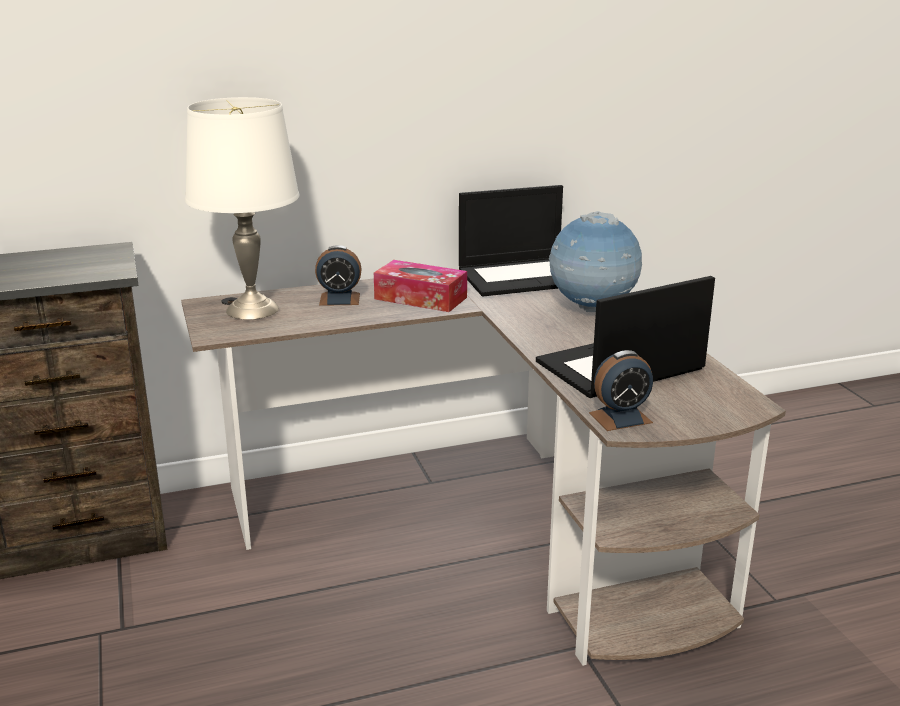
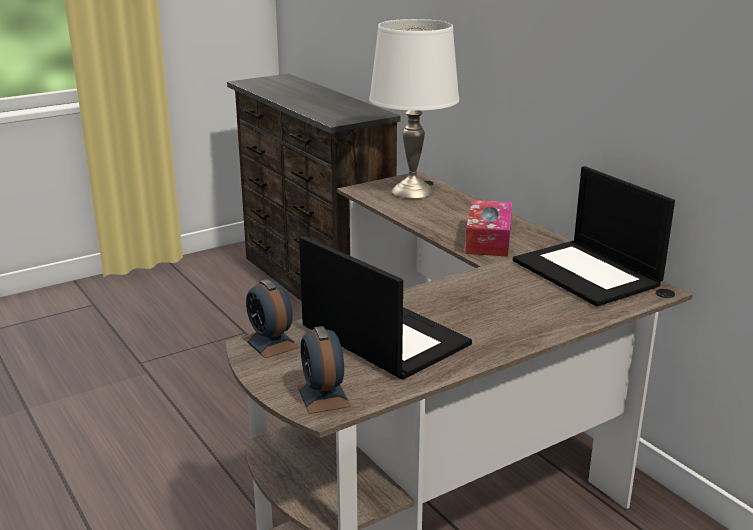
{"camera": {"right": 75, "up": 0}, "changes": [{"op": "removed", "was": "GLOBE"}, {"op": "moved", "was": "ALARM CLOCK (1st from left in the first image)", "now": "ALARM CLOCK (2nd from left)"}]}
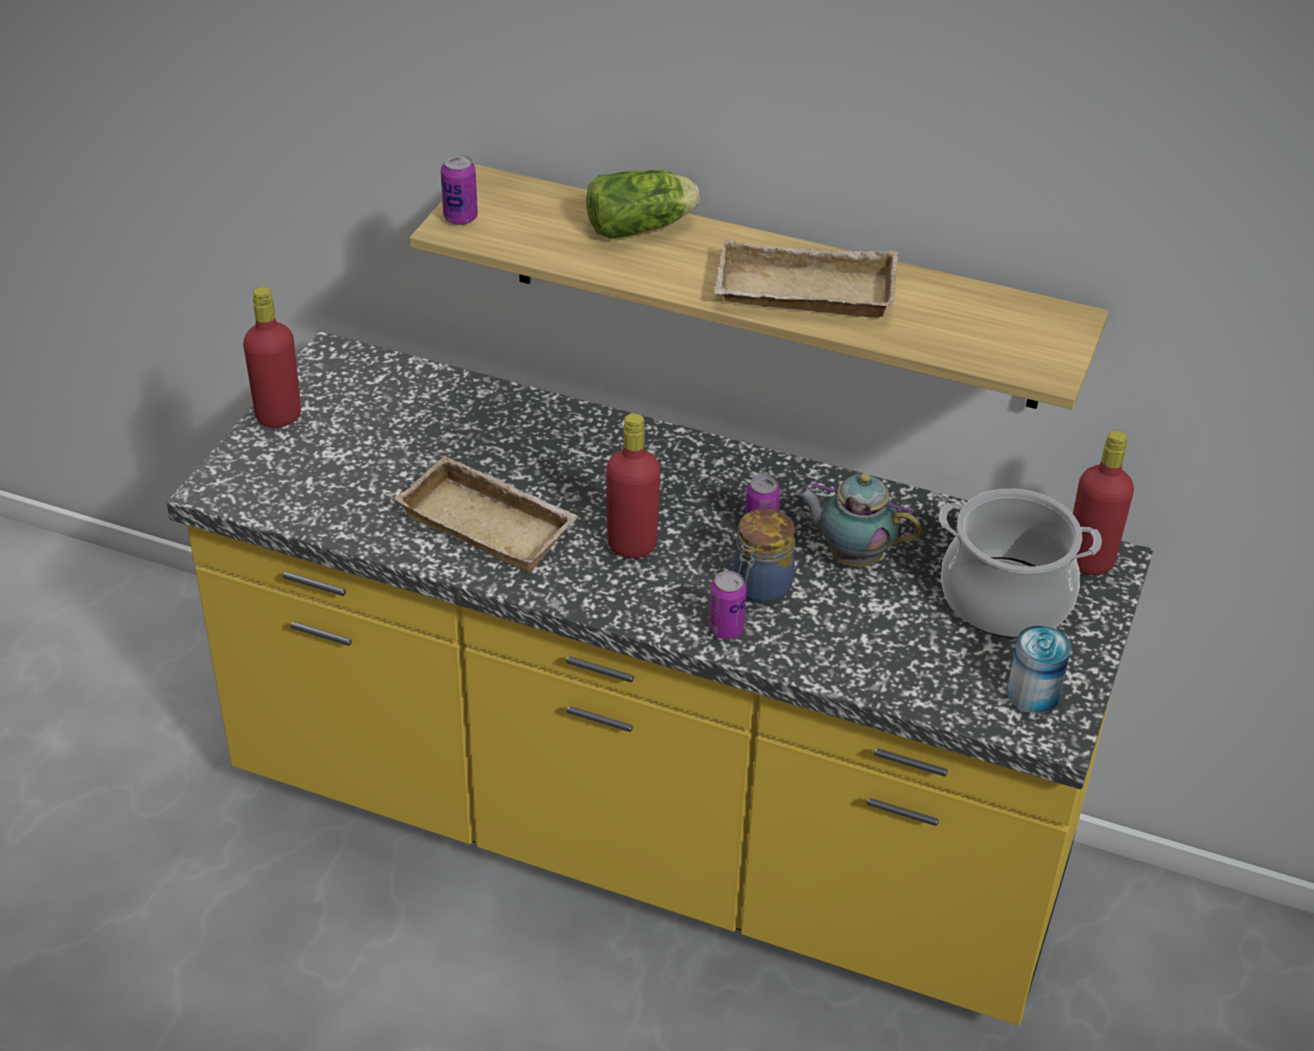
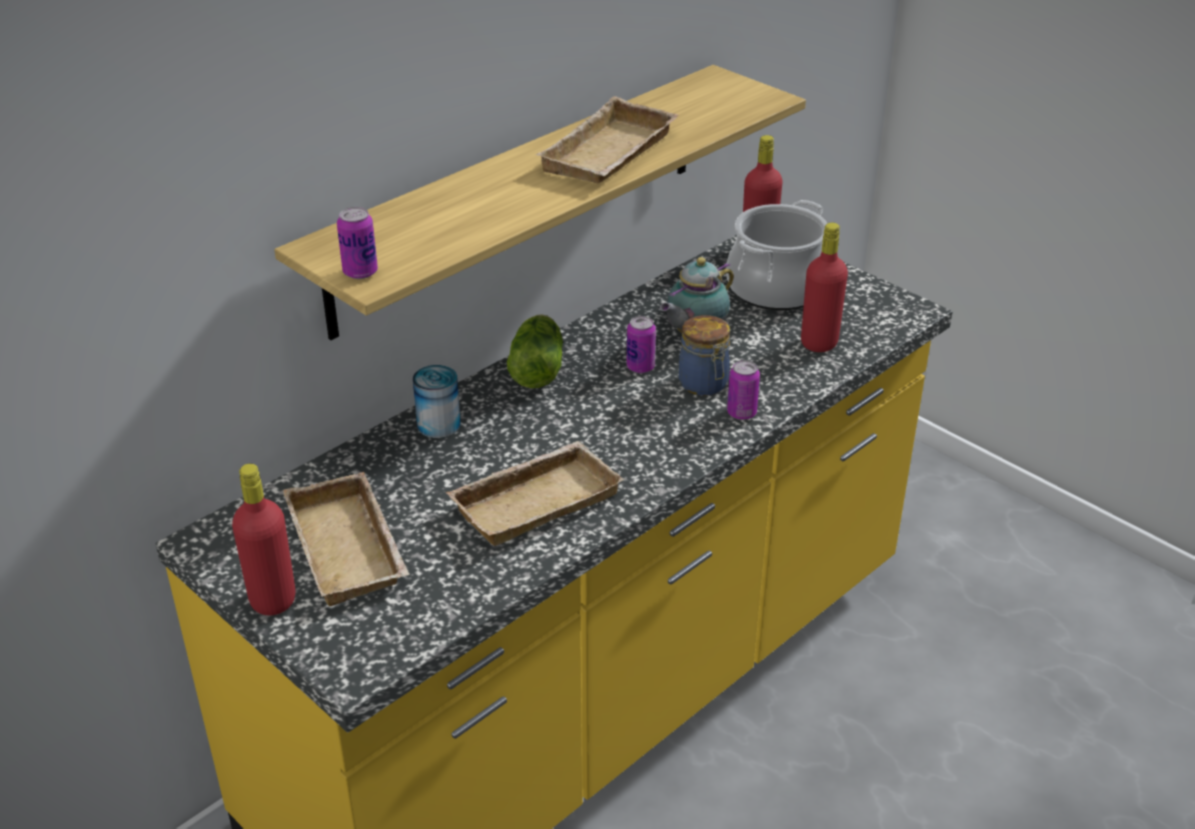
{"camera": {"right": -65, "up": -5}, "changes": [{"op": "added", "now": "BEIGE TRAY (1st from left)"}, {"op": "moved", "was": "LETTUCE"}, {"op": "moved", "was": "RED BOTTLE (2nd from left in the first image)", "now": "RED BOTTLE (3rd from left)"}, {"op": "moved", "was": "CAN (4th from left in the first image)", "now": "CAN (2nd from left)"}]}
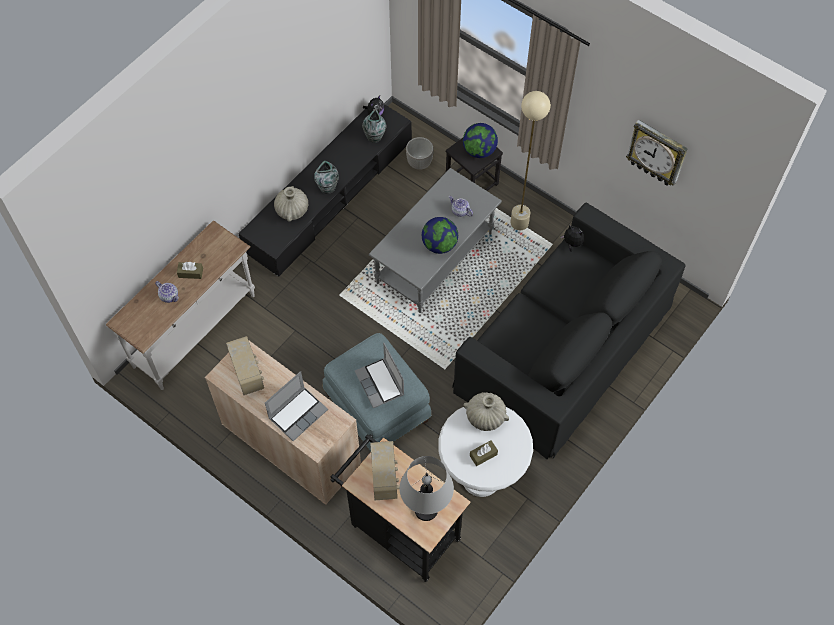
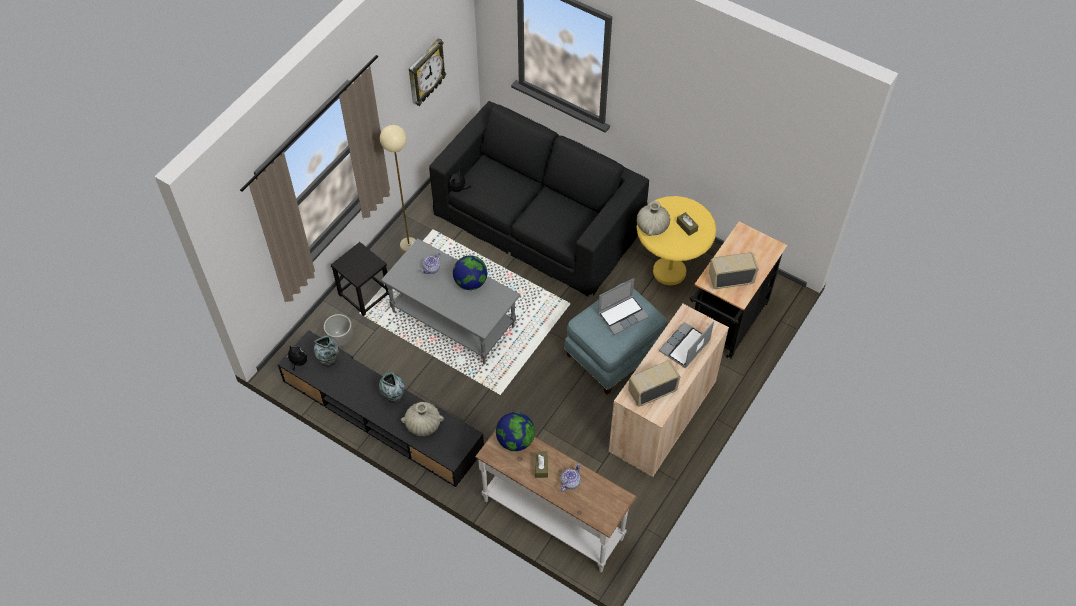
{"camera": {"right": -95, "up": -5}, "changes": [{"op": "removed", "was": "GREY TABLE LAMP"}, {"op": "moved", "was": "GLOBE (2nd from left)"}, {"op": "recoloured", "was": "WHITE SIDE TABLE", "now": "YELLOW SIDE TABLE"}, {"op": "turned", "was": "LAPTOP (1st from left in the first image)", "clockwise": -90}]}
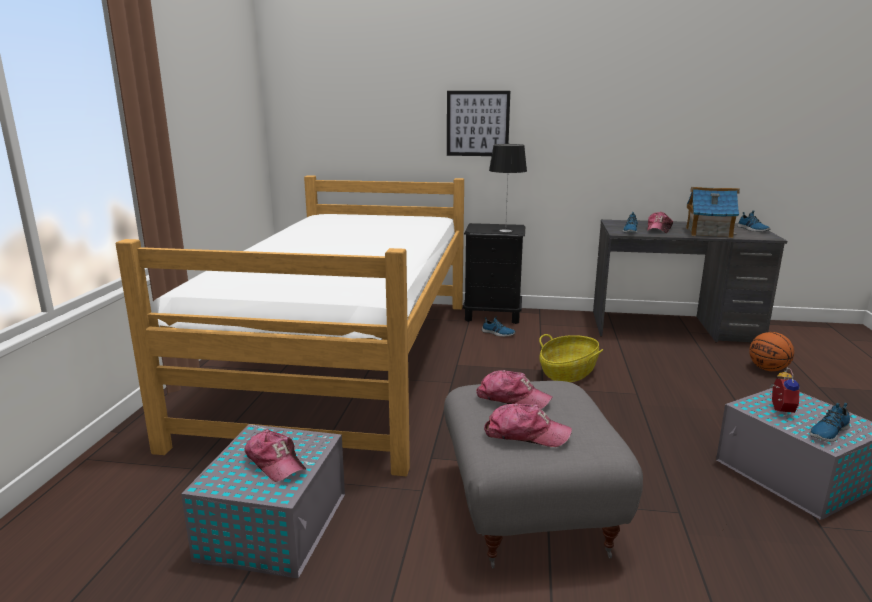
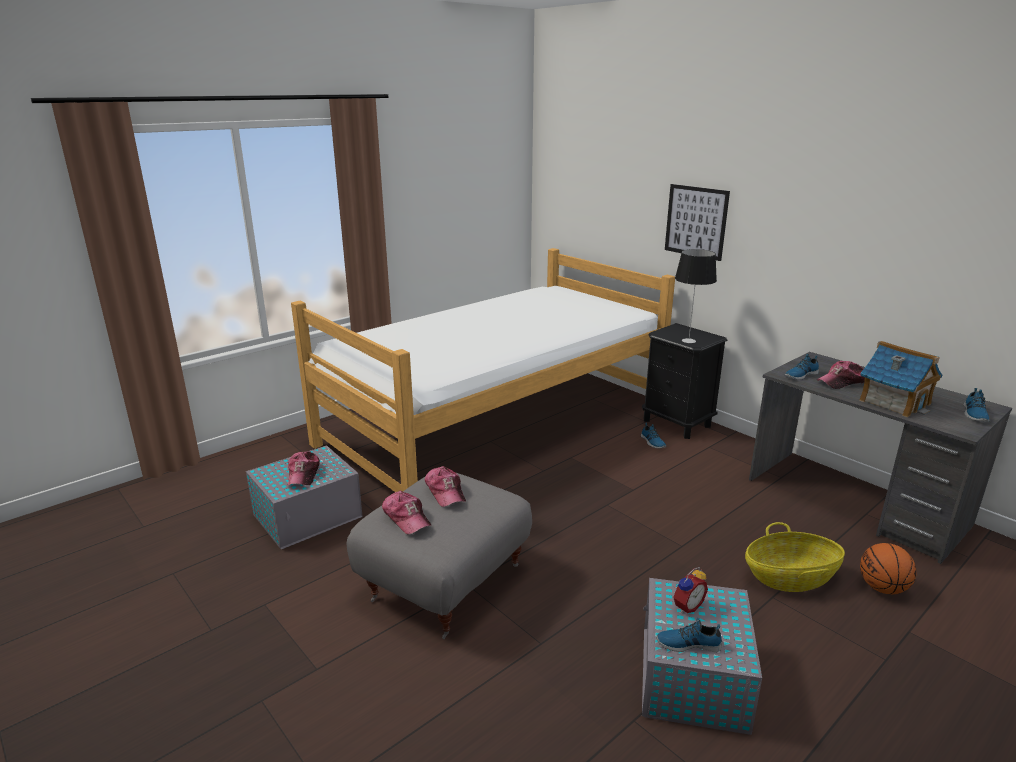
{"camera": {"right": 40, "up": 5}, "changes": [{"op": "moved", "was": "BASKET"}]}
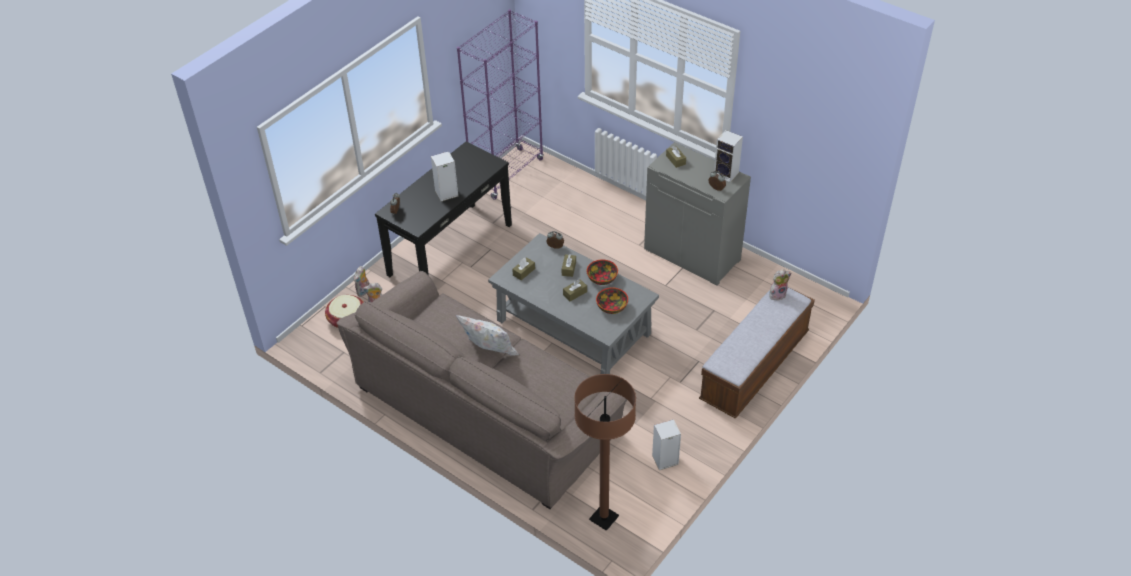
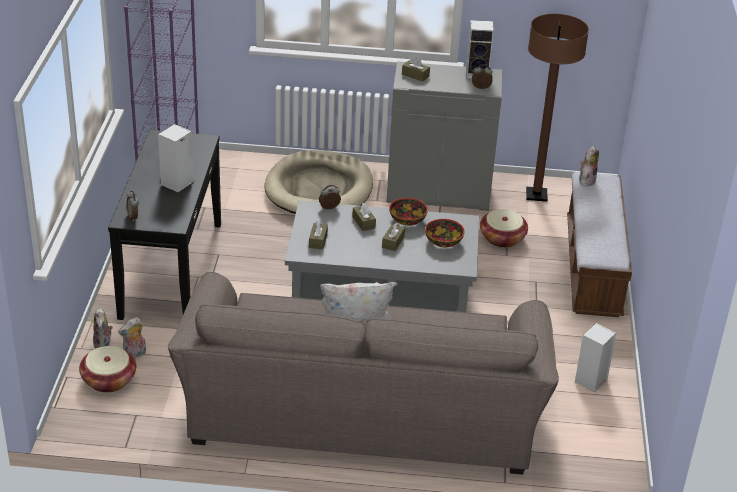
{"camera": {"right": -35, "up": -10}, "changes": [{"op": "added", "now": "BEIGE DOG BED"}, {"op": "added", "now": "BASKET (2nd from left)"}, {"op": "moved", "was": "BROWN FLOOR LAMP"}]}
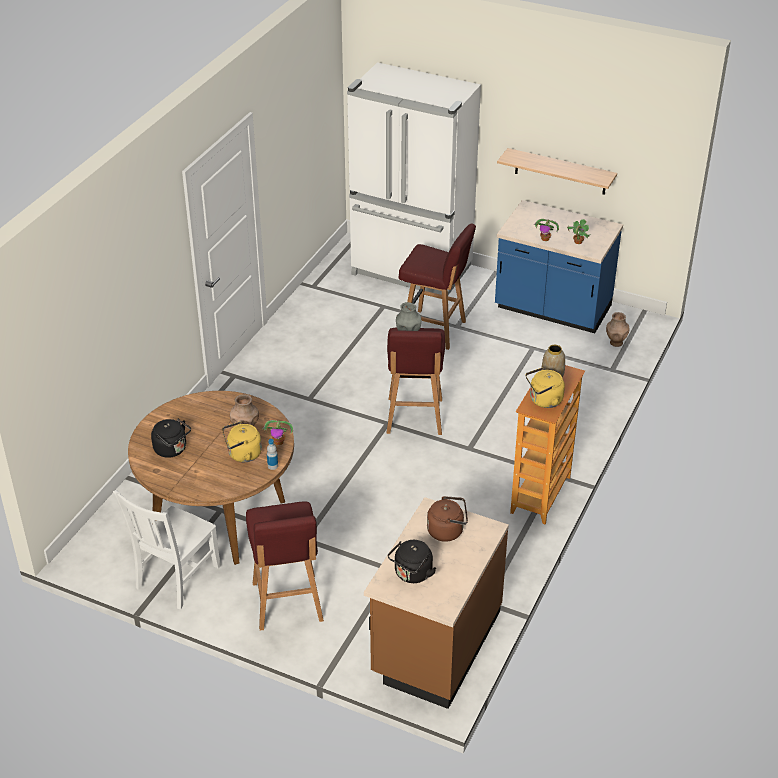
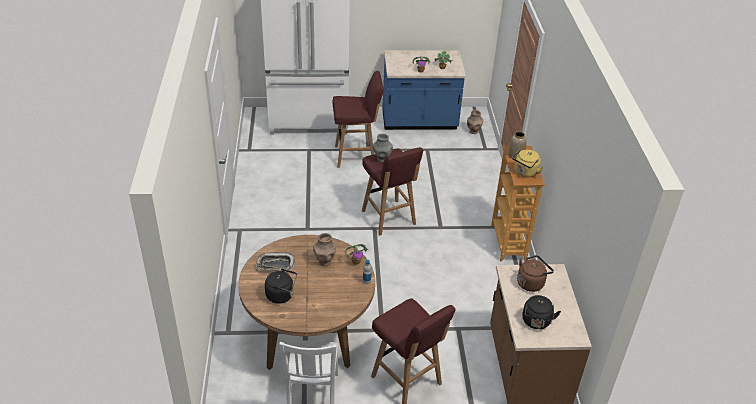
{"camera": {"right": -30, "up": 0}, "changes": [{"op": "removed", "was": "YELLOW KETTLE (1st from left)"}, {"op": "removed", "was": "SHELF"}, {"op": "added", "now": "TRAY"}]}
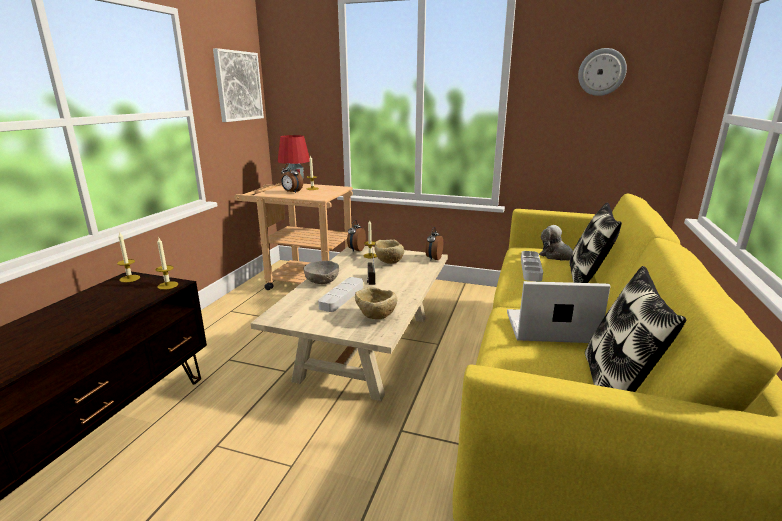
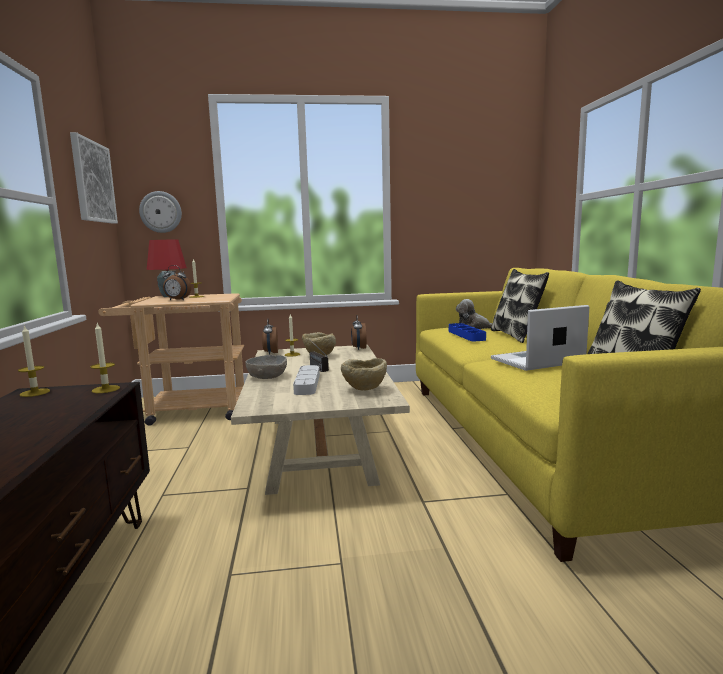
{"camera": {"right": -25, "up": -10}, "changes": [{"op": "moved", "was": "WALL CLOCK"}, {"op": "recoloured", "was": "GREY TRAY (2nd from left)", "now": "BLUE TRAY"}]}
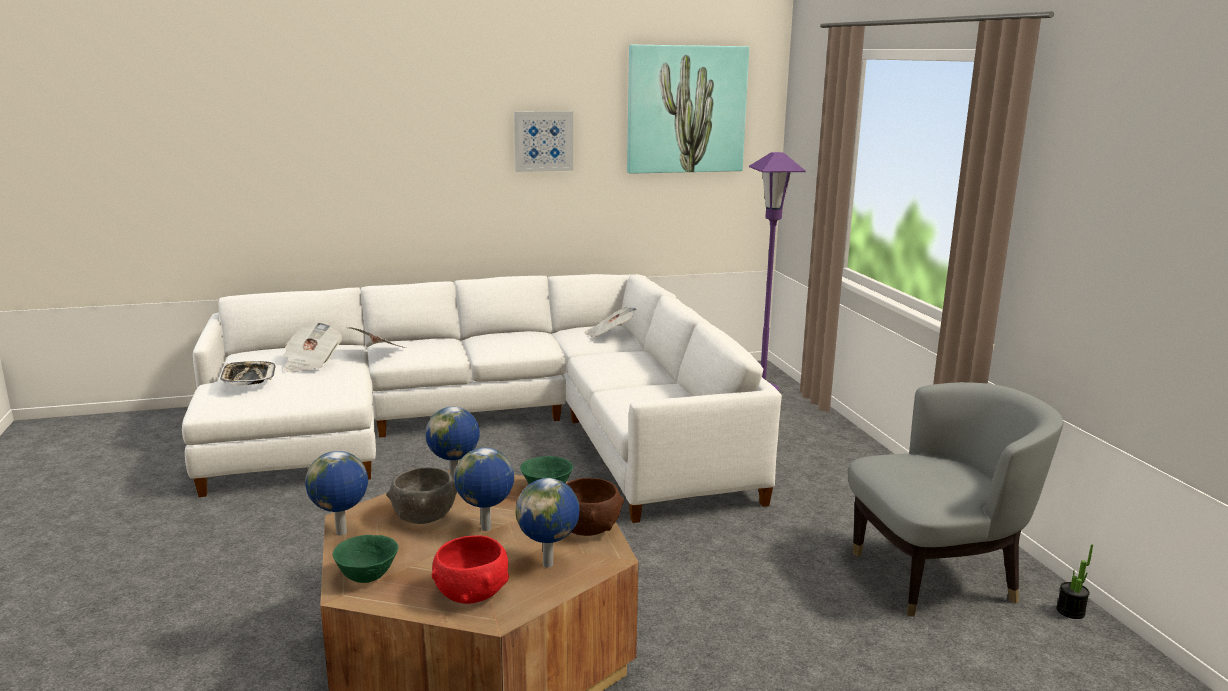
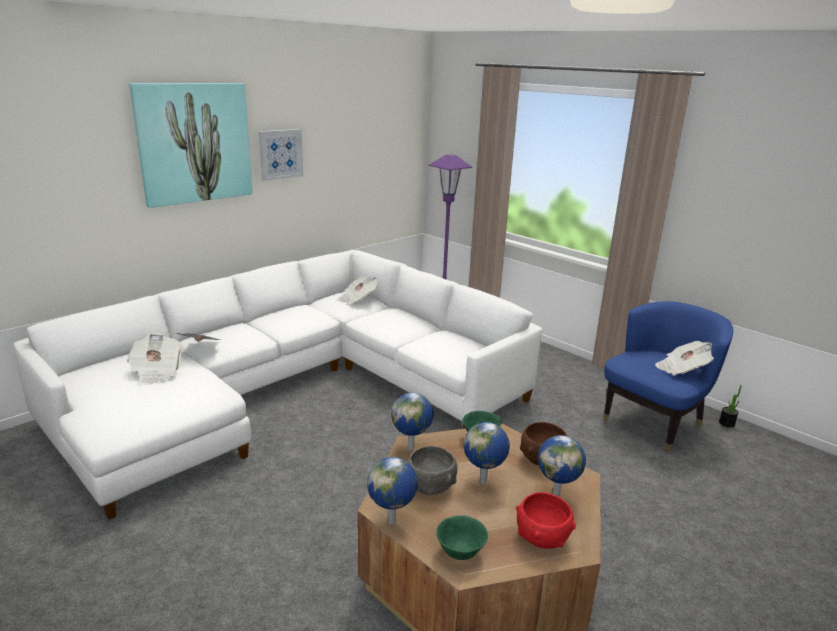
{"camera": {"right": -30, "up": 5}, "changes": [{"op": "removed", "was": "TRAY"}, {"op": "added", "now": "NEWSPAPER (4th from left)"}, {"op": "moved", "was": "PICTURE (2nd from left in the first image)", "now": "PICTURE (1st from left)"}, {"op": "recoloured", "was": "GREY ARMCHAIR", "now": "BLUE ARMCHAIR"}]}
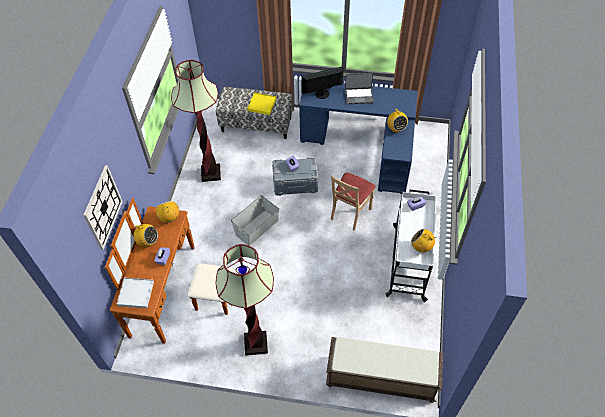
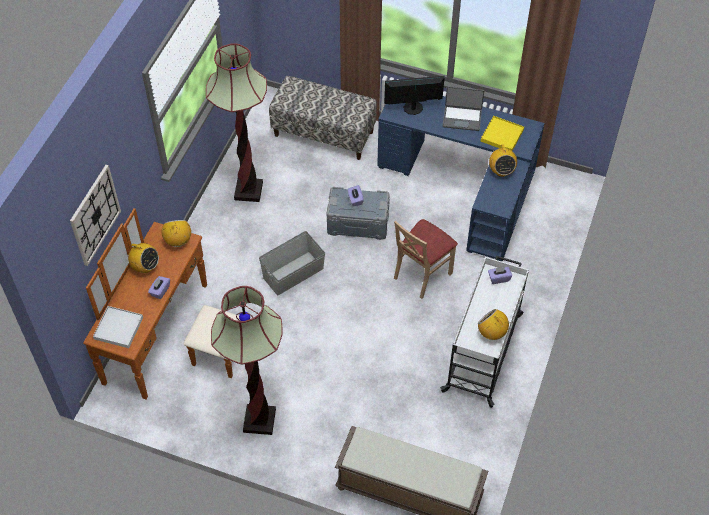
{"camera": {"right": 10, "up": 0}, "changes": [{"op": "moved", "was": "YELLOW TRAY"}]}
